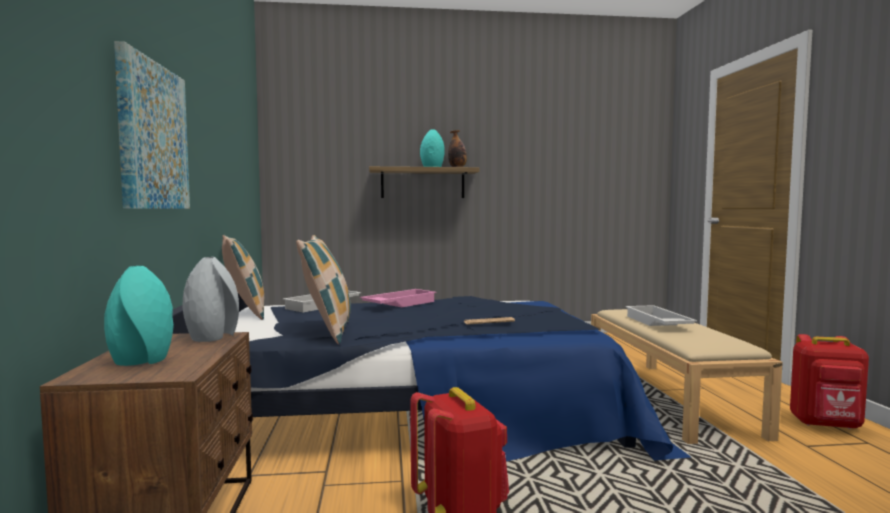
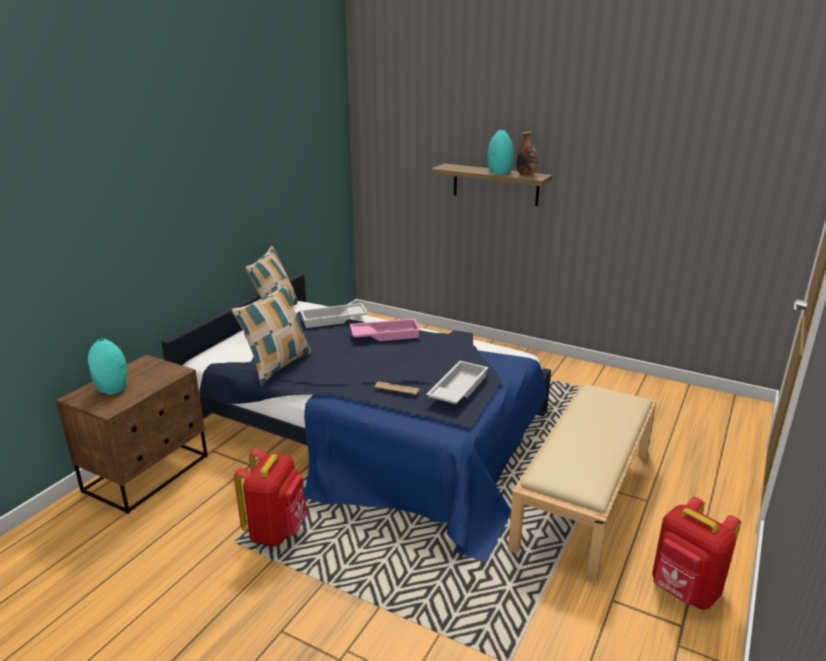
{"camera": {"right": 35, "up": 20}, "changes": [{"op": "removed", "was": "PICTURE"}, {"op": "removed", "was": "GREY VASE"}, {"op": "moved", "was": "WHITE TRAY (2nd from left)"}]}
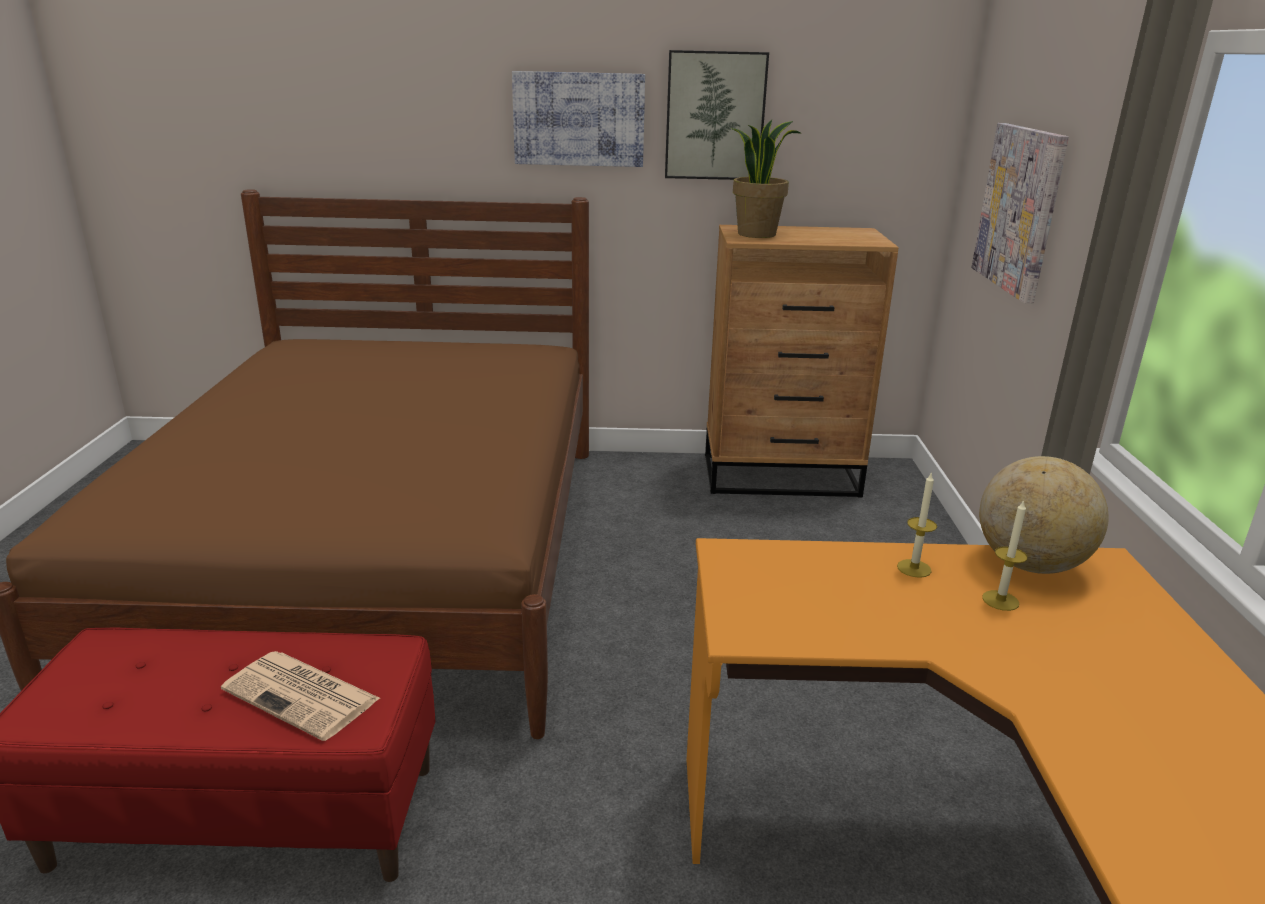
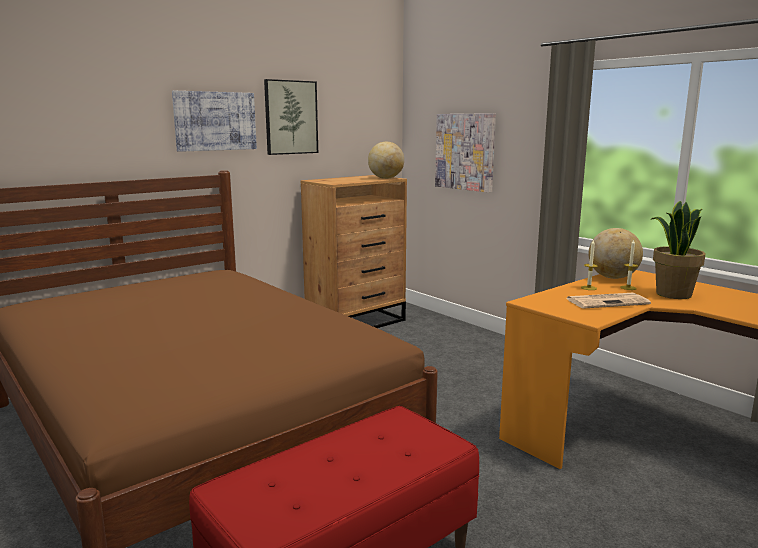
{"camera": {"right": -40, "up": -10}, "changes": [{"op": "added", "now": "GLOBE (1st from left)"}, {"op": "moved", "was": "NEWSPAPER"}, {"op": "moved", "was": "POTTED PLANT"}]}
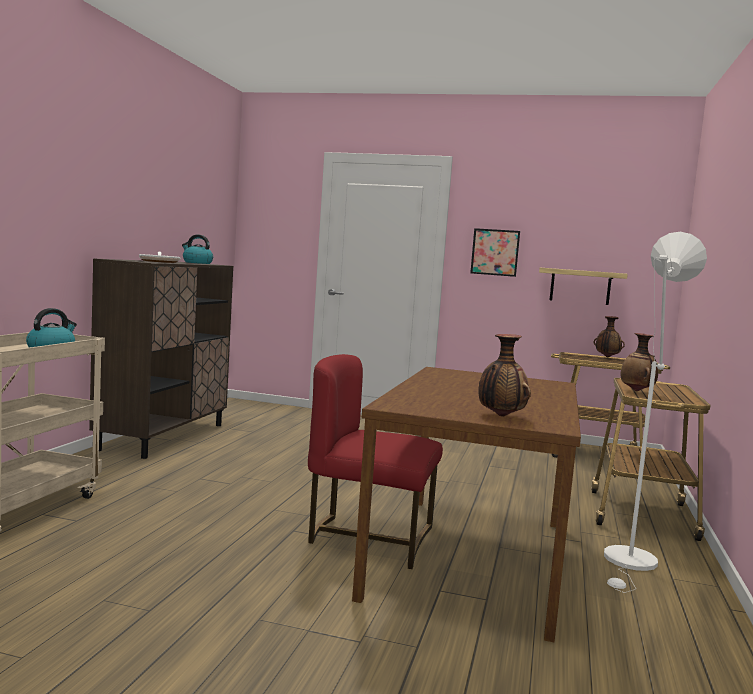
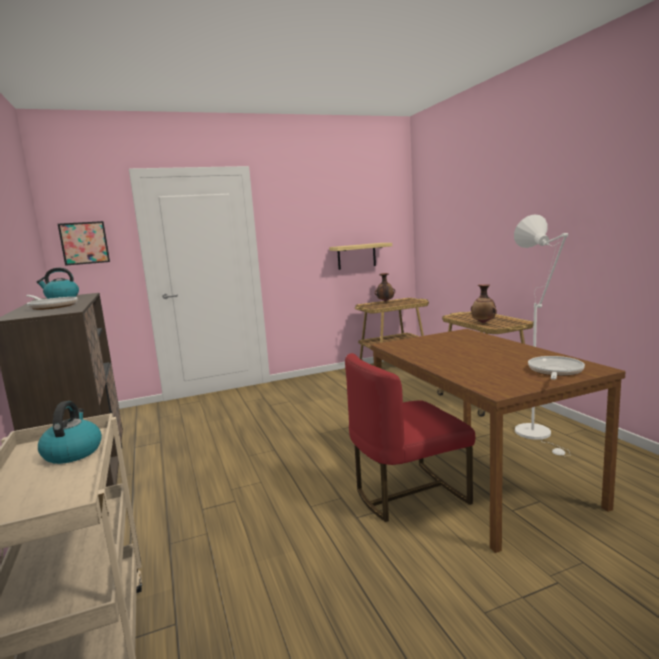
{"camera": {"right": -35, "up": 5}, "changes": [{"op": "moved", "was": "PICTURE"}, {"op": "replaced", "was": "VASE (1st from left)", "now": "FRYING PAN (2nd from left)"}]}
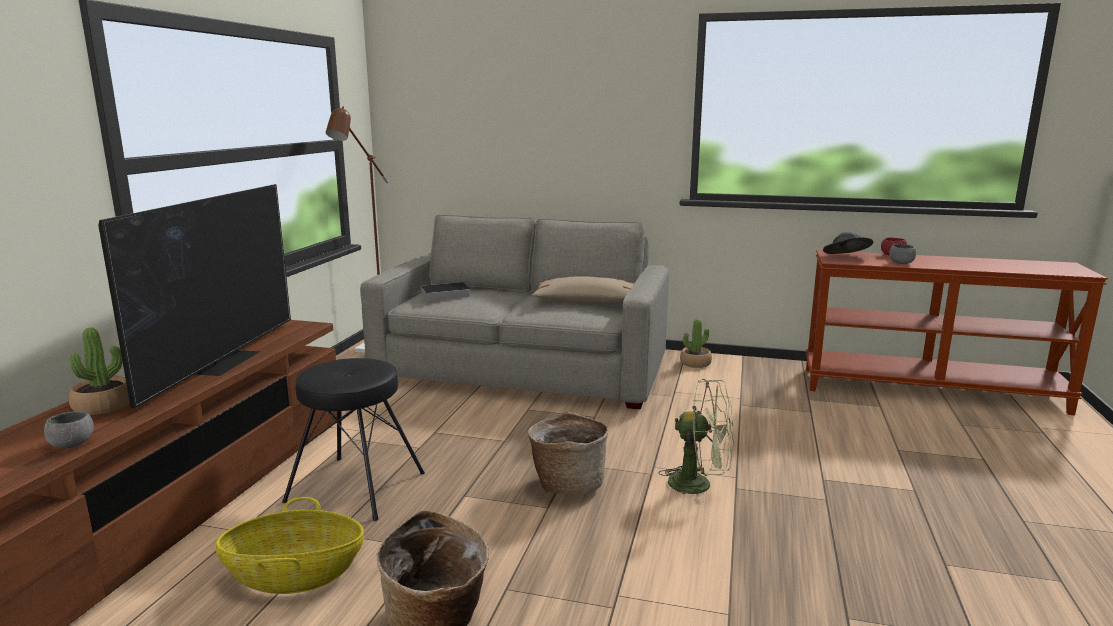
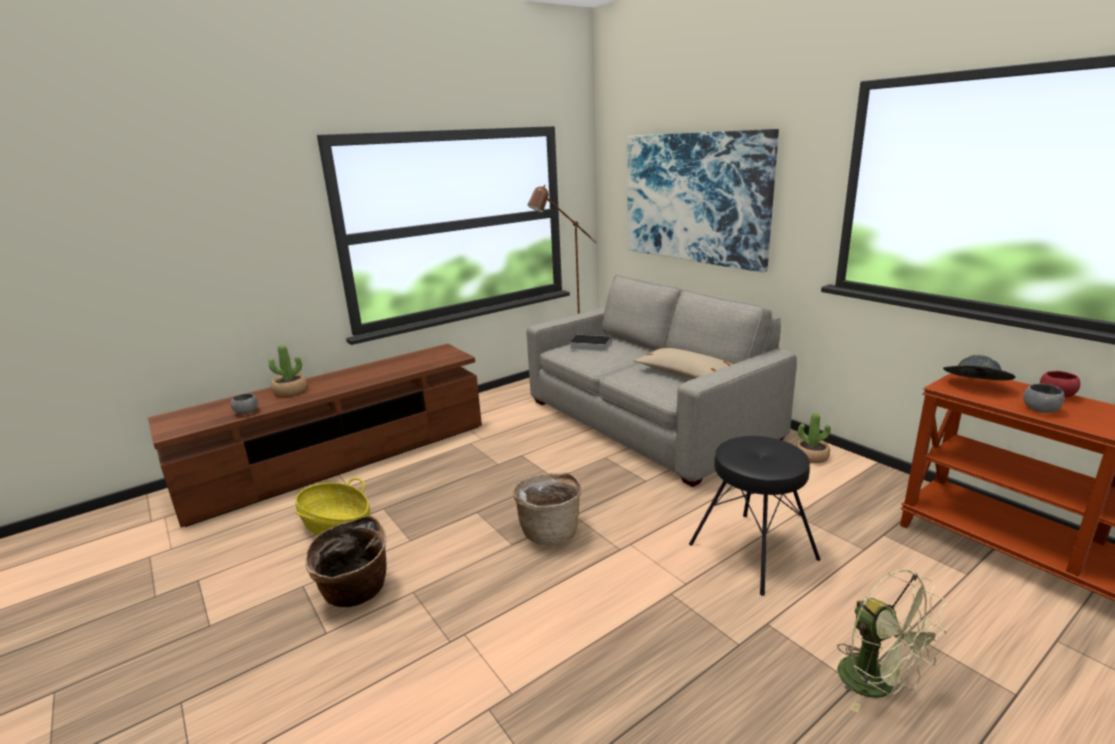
{"camera": {"right": 40, "up": 5}, "changes": [{"op": "removed", "was": "TELEVISION"}, {"op": "added", "now": "PICTURE"}, {"op": "moved", "was": "BLACK STOOL"}, {"op": "moved", "was": "GREEN FAN"}]}
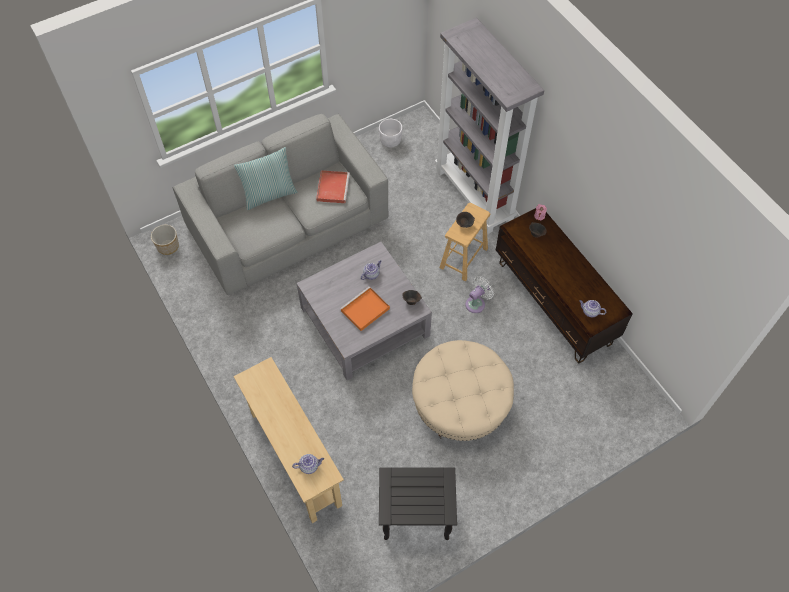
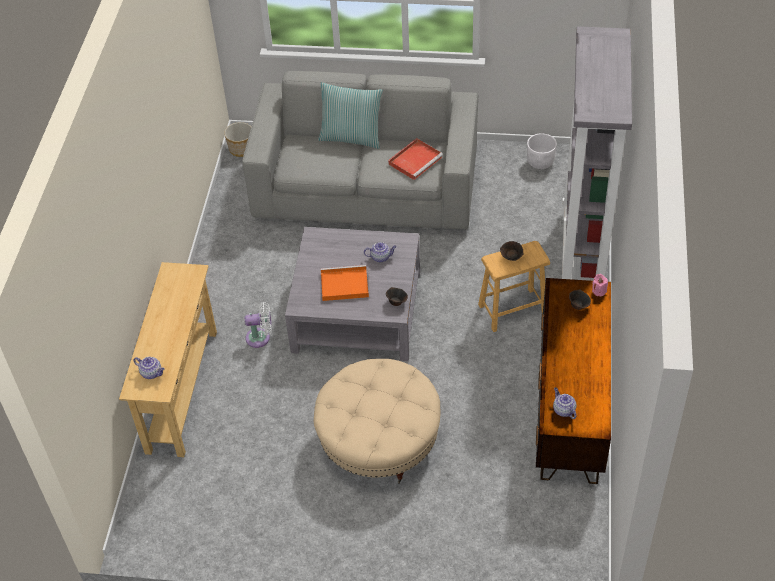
{"camera": {"right": 40, "up": -10}, "changes": [{"op": "removed", "was": "BLACK SIDE TABLE"}, {"op": "moved", "was": "WHITE FAN"}]}
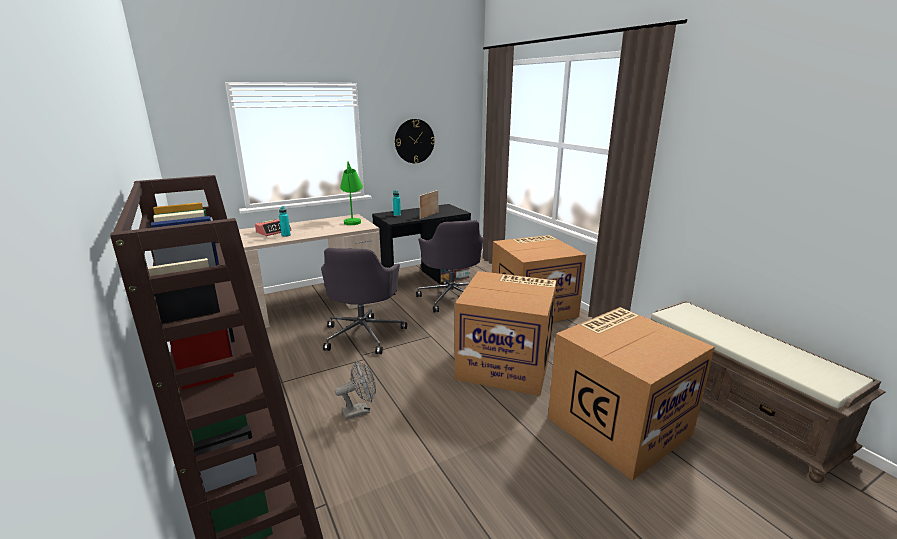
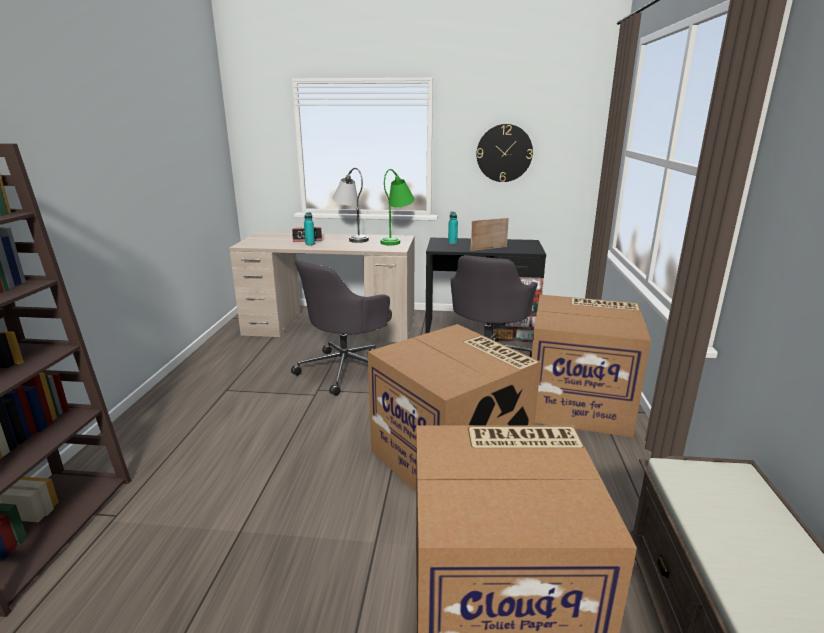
{"camera": {"right": 35, "up": 0}, "changes": [{"op": "removed", "was": "GREY FAN"}, {"op": "added", "now": "GREY TABLE LAMP"}]}
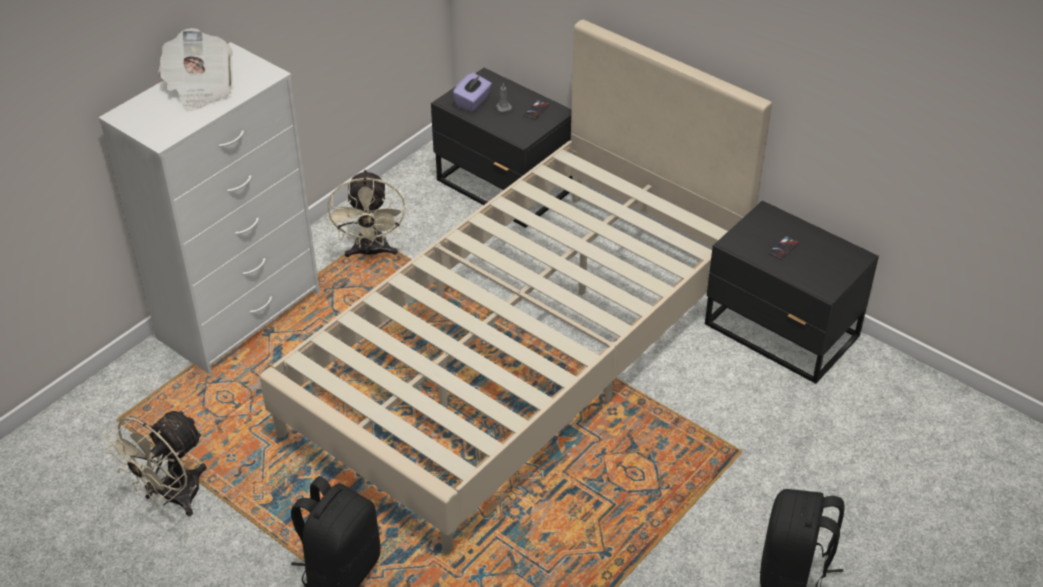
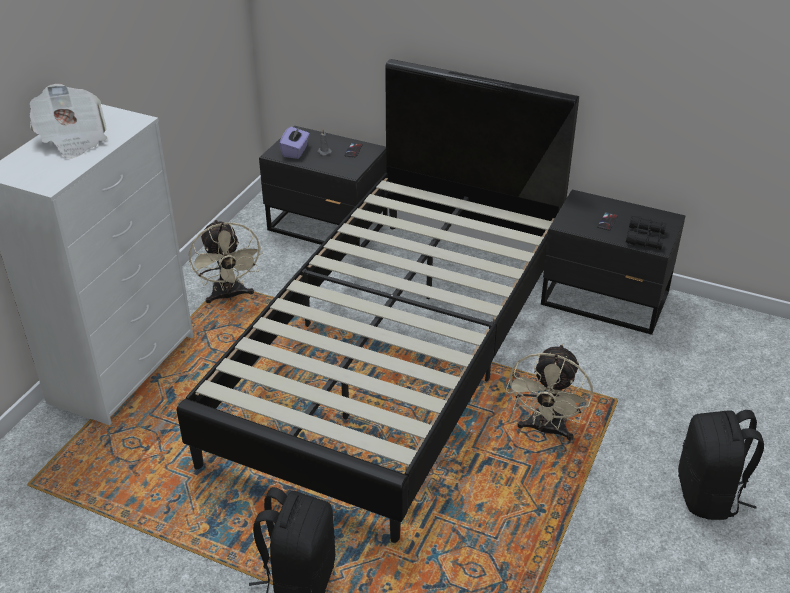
{"camera": {"right": -15, "up": -5}, "changes": [{"op": "added", "now": "BLACK BINOCULARS"}, {"op": "moved", "was": "BEIGE FAN (1st from left in the first image)", "now": "BEIGE FAN (2nd from left)"}, {"op": "recoloured", "was": "BEIGE BED", "now": "BLACK BED"}]}
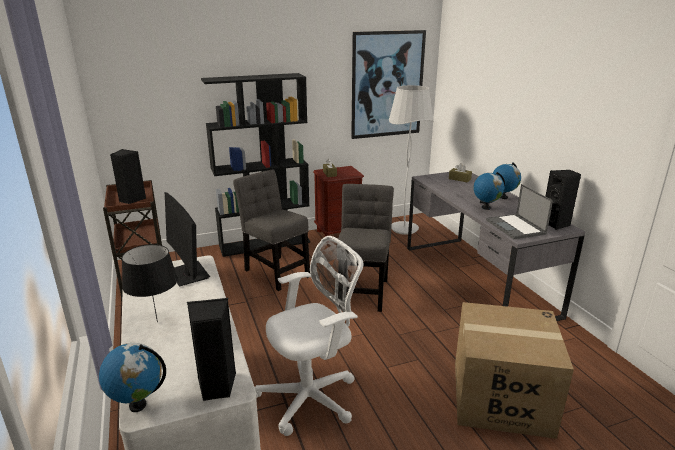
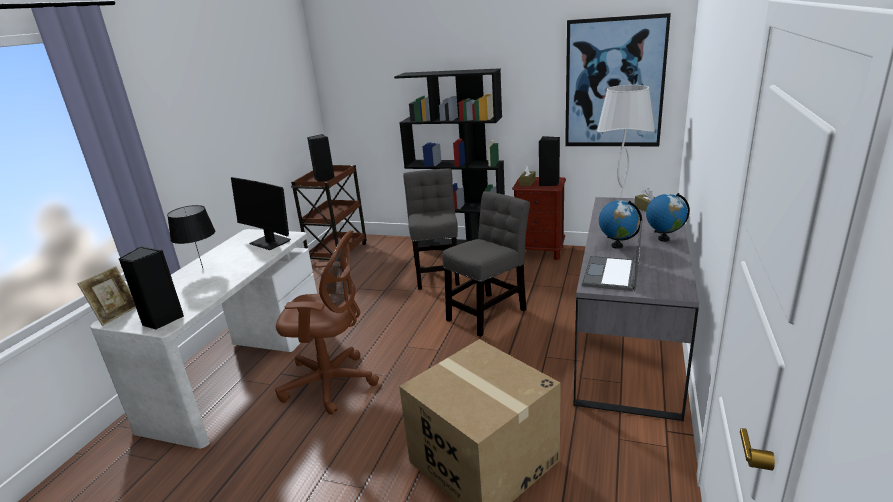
{"camera": {"right": 40, "up": 0}, "changes": [{"op": "moved", "was": "BLACK SPEAKER (3rd from left)"}, {"op": "replaced", "was": "GLOBE (1st from left)", "now": "PICTURE FRAME"}, {"op": "recoloured", "was": "WHITE OFFICE CHAIR", "now": "BROWN OFFICE CHAIR"}, {"op": "turned", "was": "MONITOR", "clockwise": -60}]}
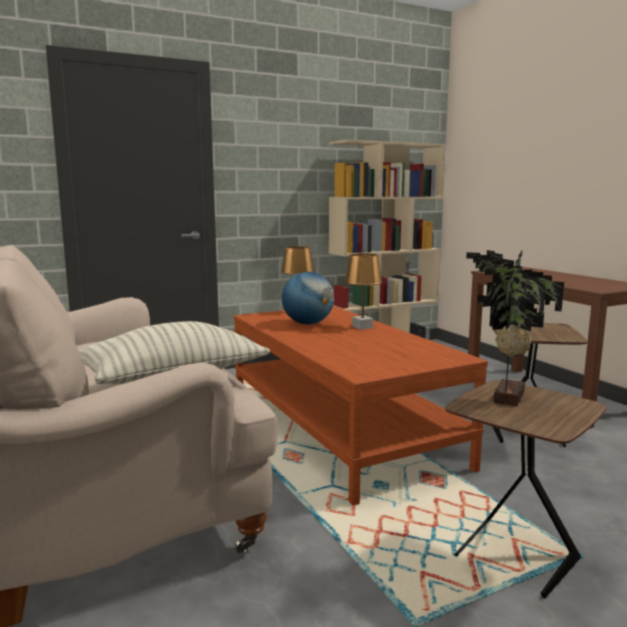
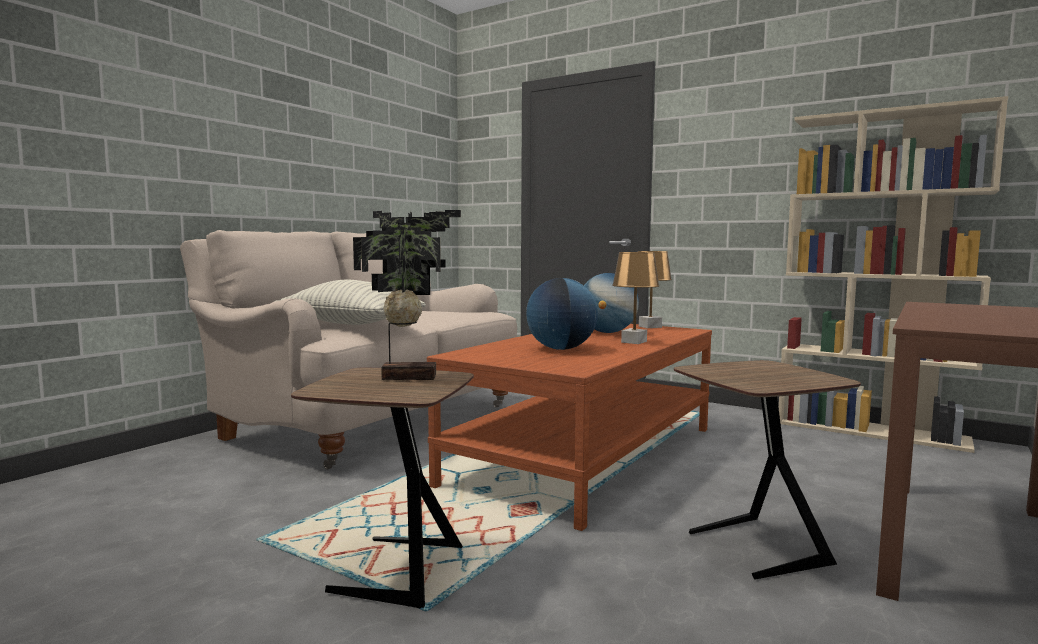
{"camera": {"right": 60, "up": -5}, "changes": [{"op": "added", "now": "GLOBE (1st from left)"}]}
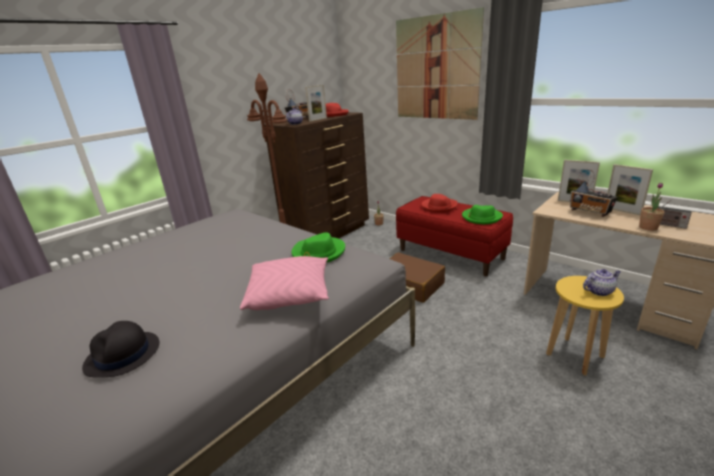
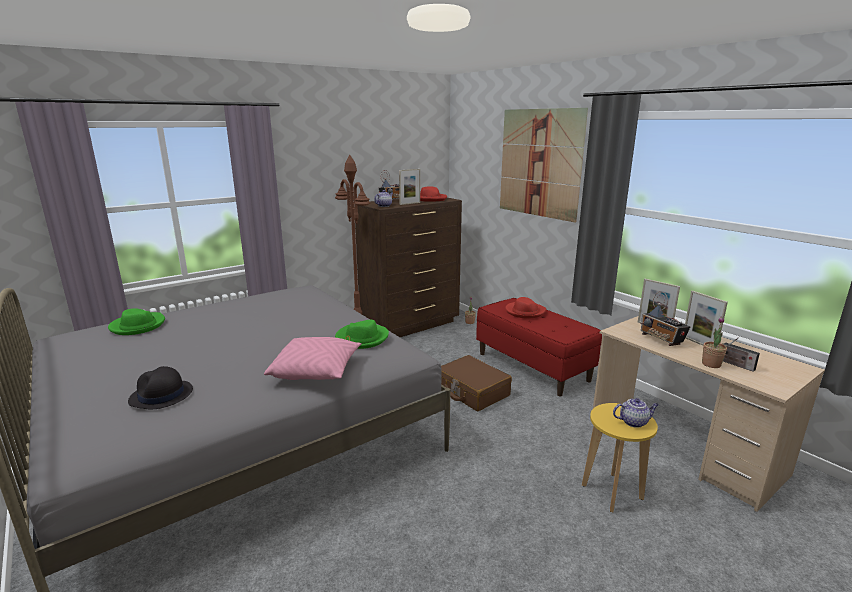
{"camera": {"right": 10, "up": -5}, "changes": [{"op": "moved", "was": "GREEN HAT (2nd from left in the first image)", "now": "GREEN HAT (1st from left)"}]}
